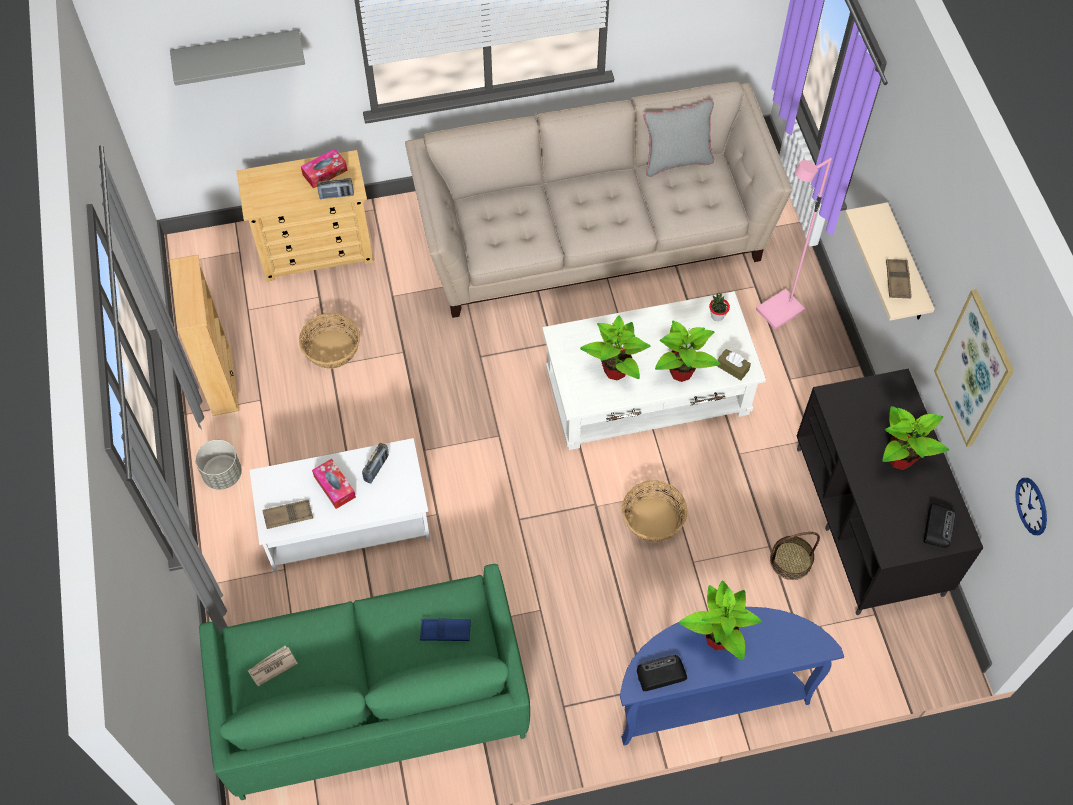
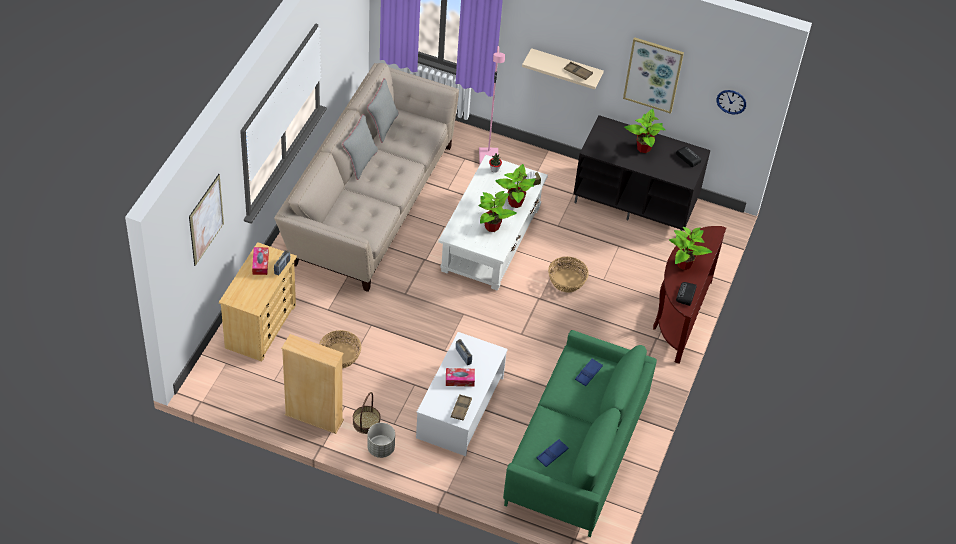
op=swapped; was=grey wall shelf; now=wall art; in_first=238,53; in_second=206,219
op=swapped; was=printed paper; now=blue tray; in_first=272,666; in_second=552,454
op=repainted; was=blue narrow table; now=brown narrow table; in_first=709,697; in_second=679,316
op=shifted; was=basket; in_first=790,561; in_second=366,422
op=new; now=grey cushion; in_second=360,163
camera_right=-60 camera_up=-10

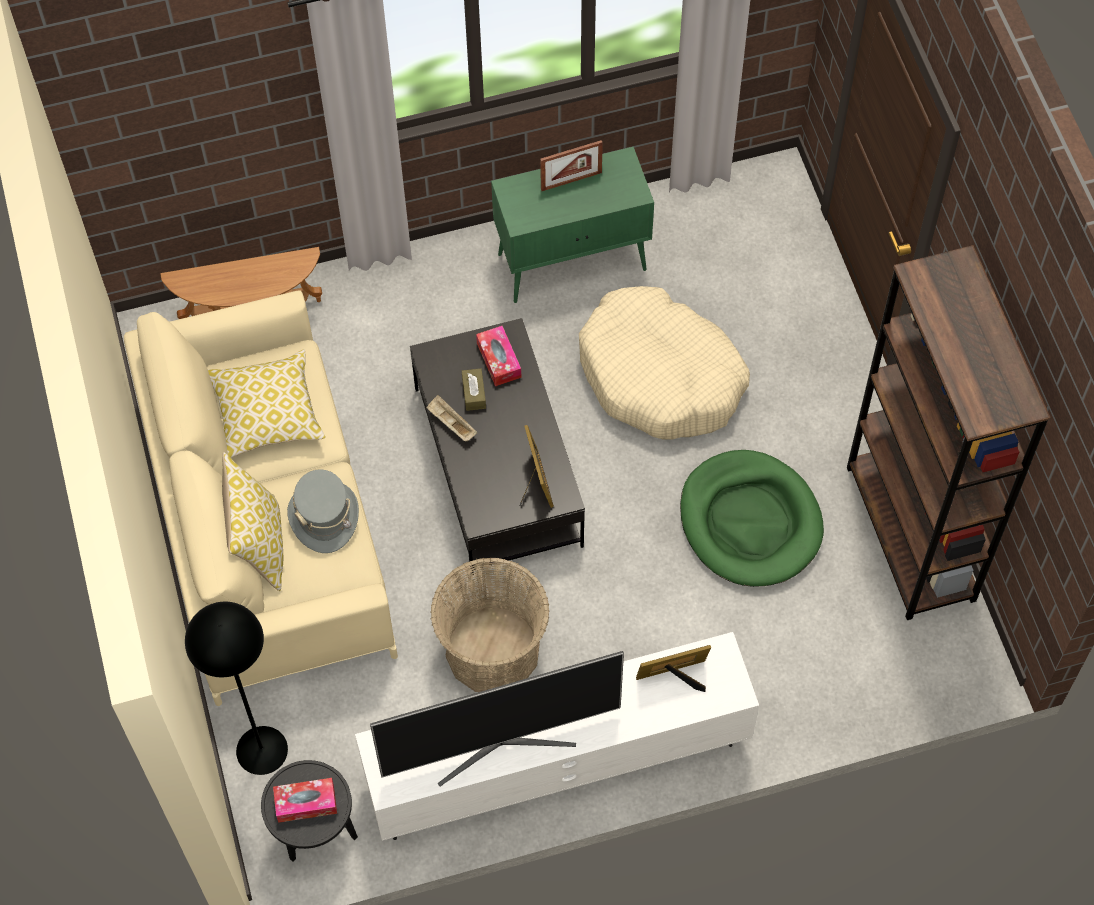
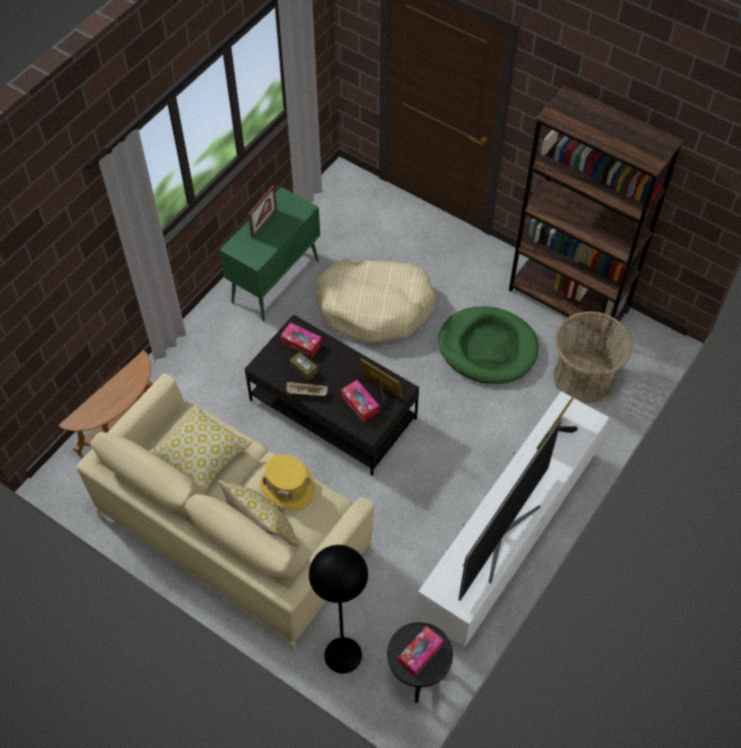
op=repainted; was=grey clothing hat; now=yellow clothing hat; in_first=324,517; in_second=287,487
op=shifted; was=basket; in_first=492,650; in_second=583,377
op=new; now=tissue box; in_second=360,404
camera_right=-40 camera_up=-5

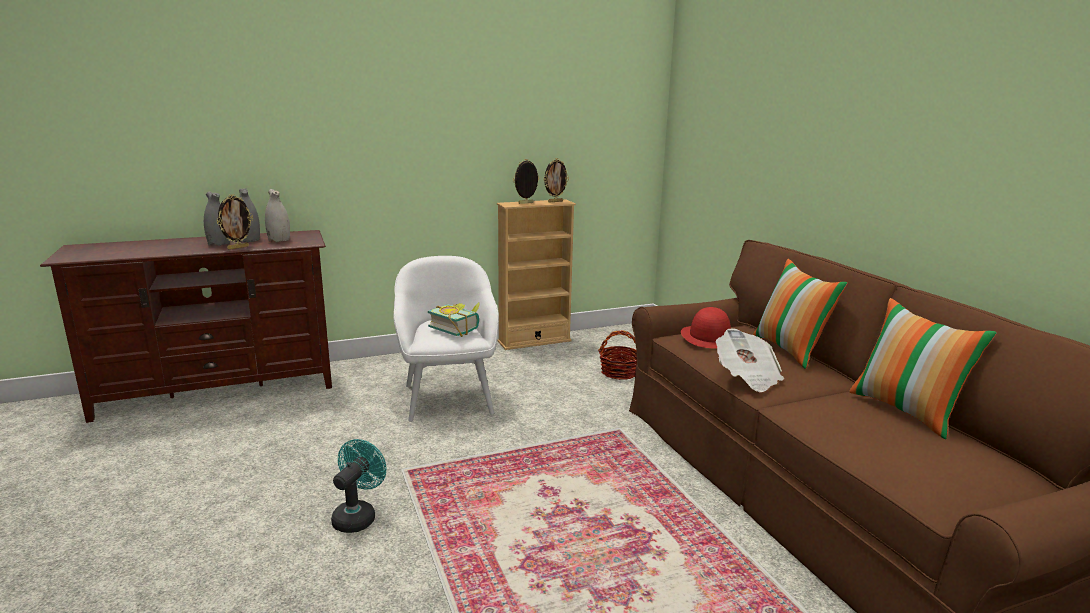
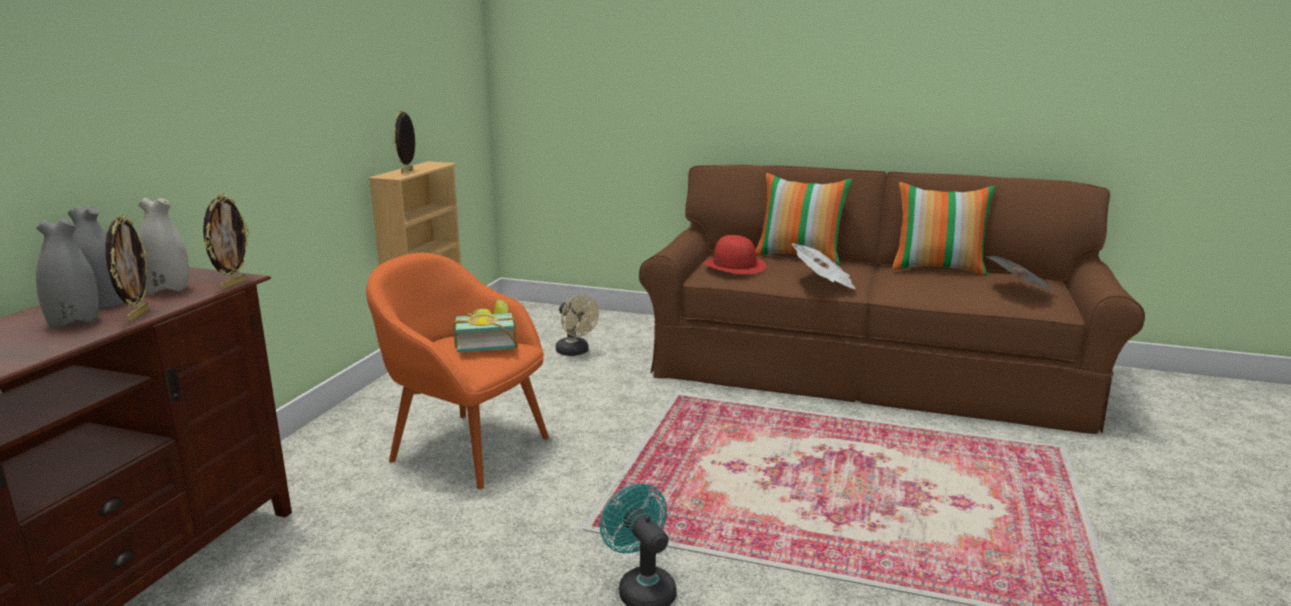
op=repainted; was=whitish lounge chair; now=orangey lounge chair; in_first=448,397; in_second=467,448
op=shifted; was=photo frame; in_first=555,201; in_second=233,284
op=swapped; was=basket; now=beige-coloured electric fan; in_first=619,372; in_second=575,352
op=new; now=printed paper; in_second=1020,291
camera_right=-50 camera_up=0

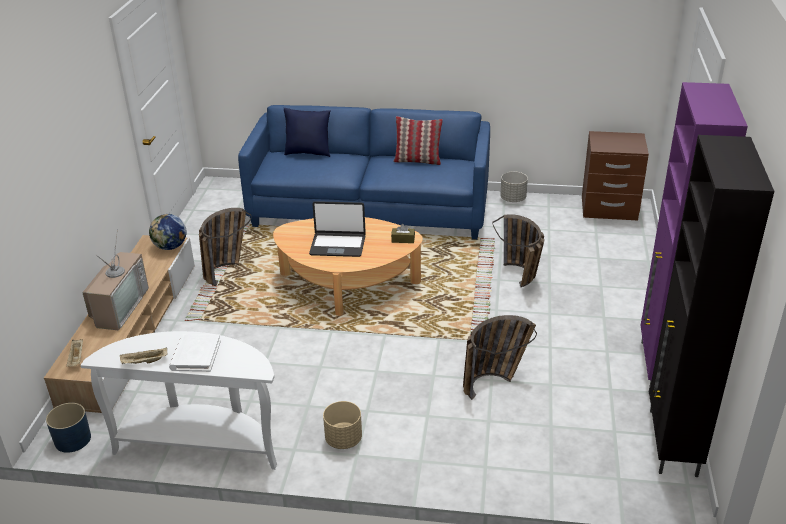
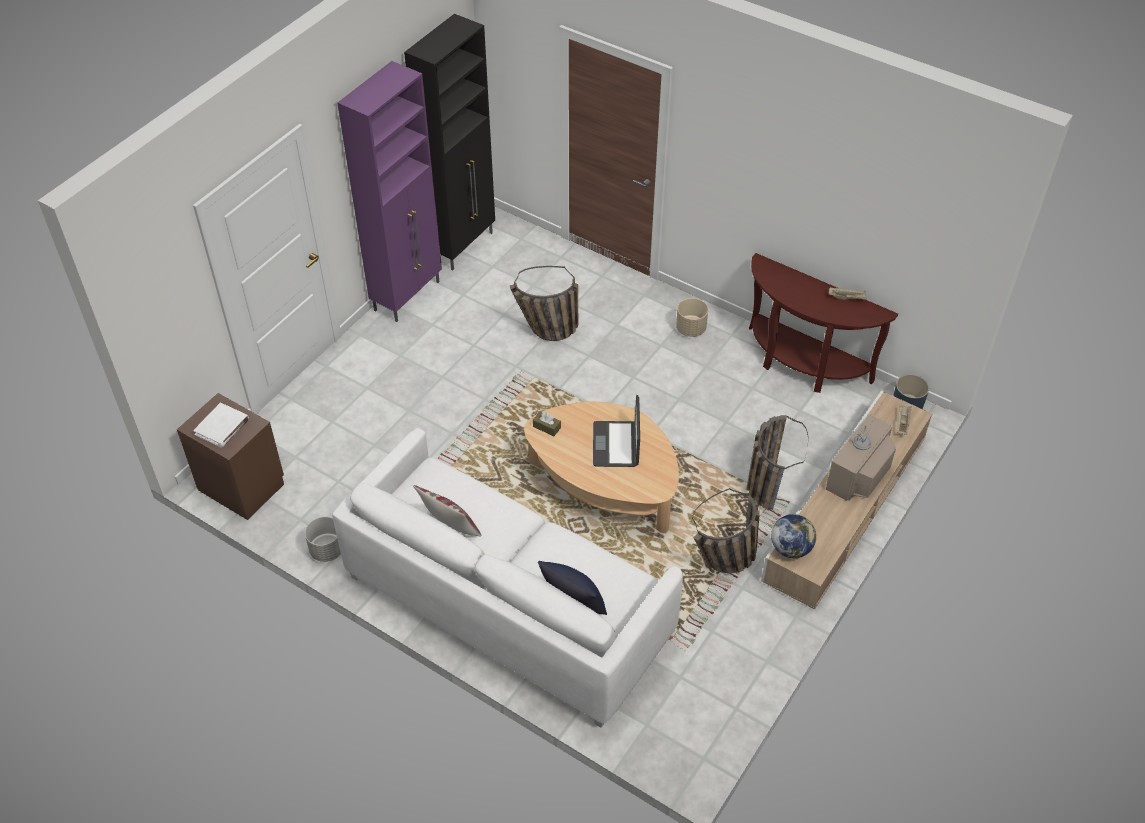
op=repainted; was=whitish narrow table; now=brown narrow table; in_first=201,443; in_second=802,364
op=shifted; was=whitish bound book; in_first=195,355; in_second=222,427
op=repainted; was=blue sofa; now=whitish sofa; in_first=370,209; in_second=508,605
op=rotated; was=portable computer; in_first=338,245; in_second=616,445; clockwise=-120
op=shifted; was=basket; in_first=522,280; in_second=766,482
camera_right=-155 camera_up=15

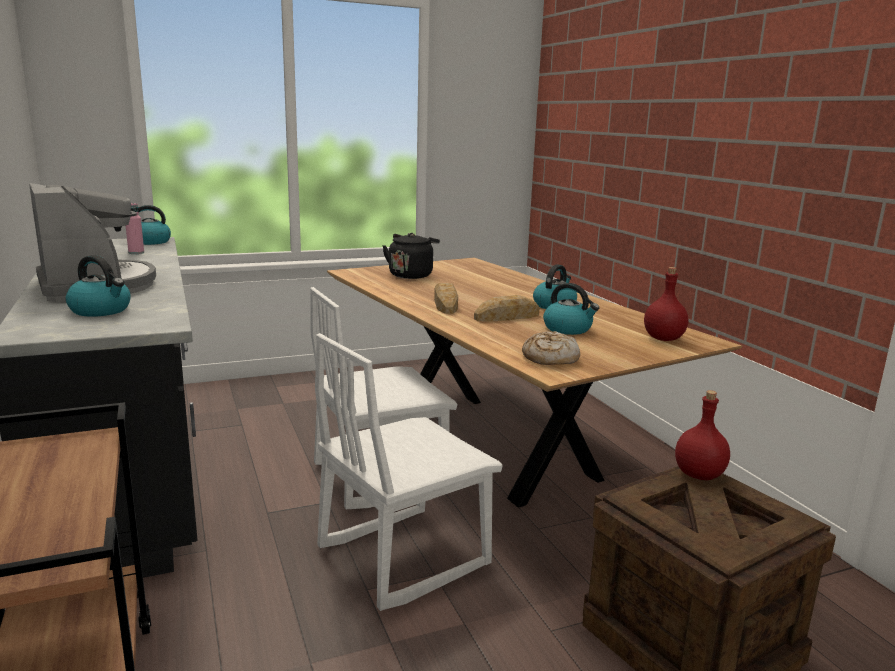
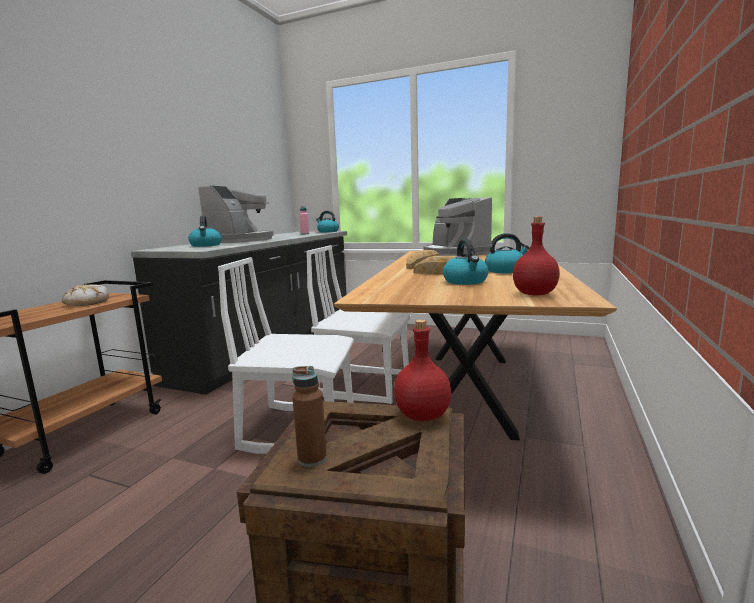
op=swapped; was=blackish kettle; now=coffee maker; in_first=411,275; in_second=454,253
op=shifted; was=bread; in_first=549,358; in_second=87,303
op=new; now=brown bottle; in_second=312,459
camera_right=45 camera_up=-5

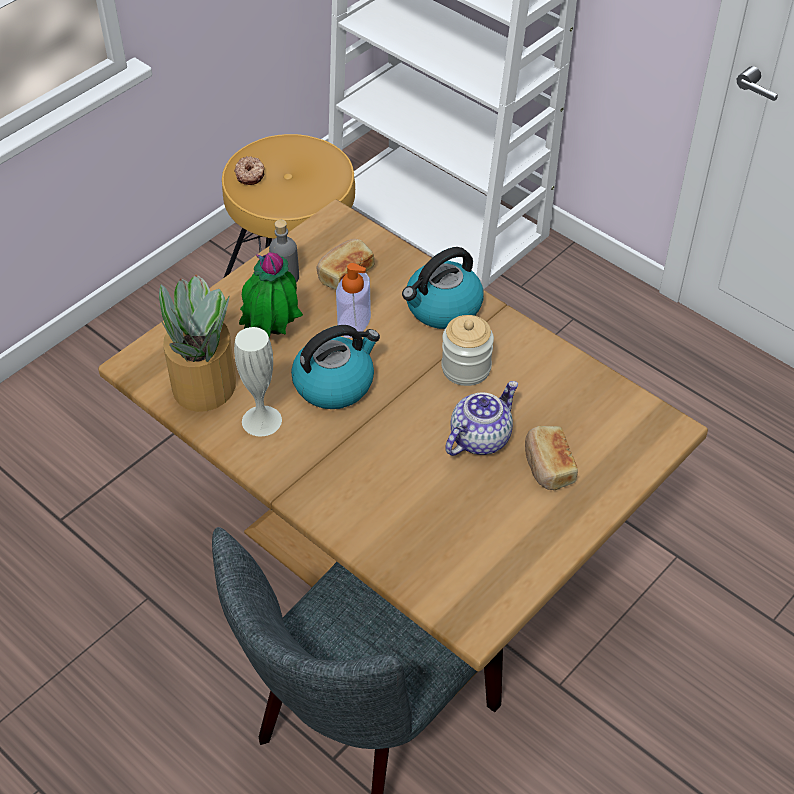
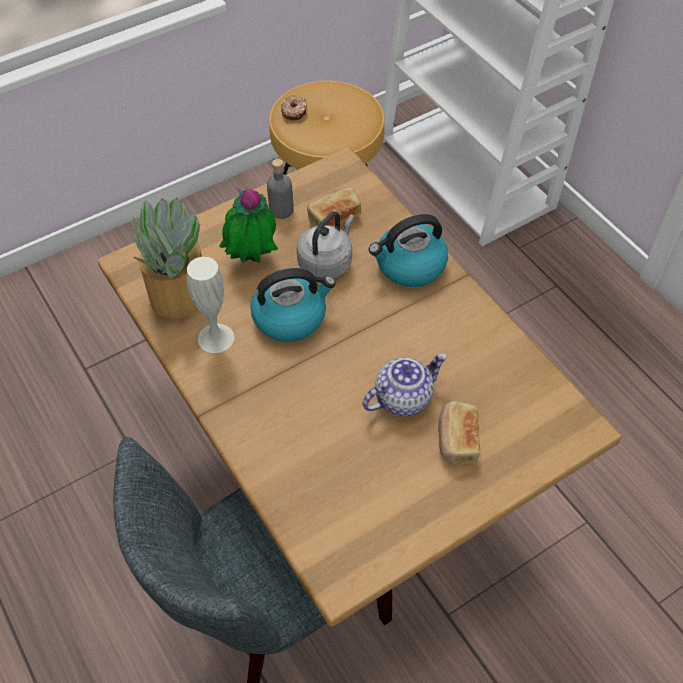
op=swapped; was=soap bottle; now=grey kettle; in_first=354,321; in_second=327,262
op=gone; was=jar; in_first=466,368
camera_right=15 camera_up=5

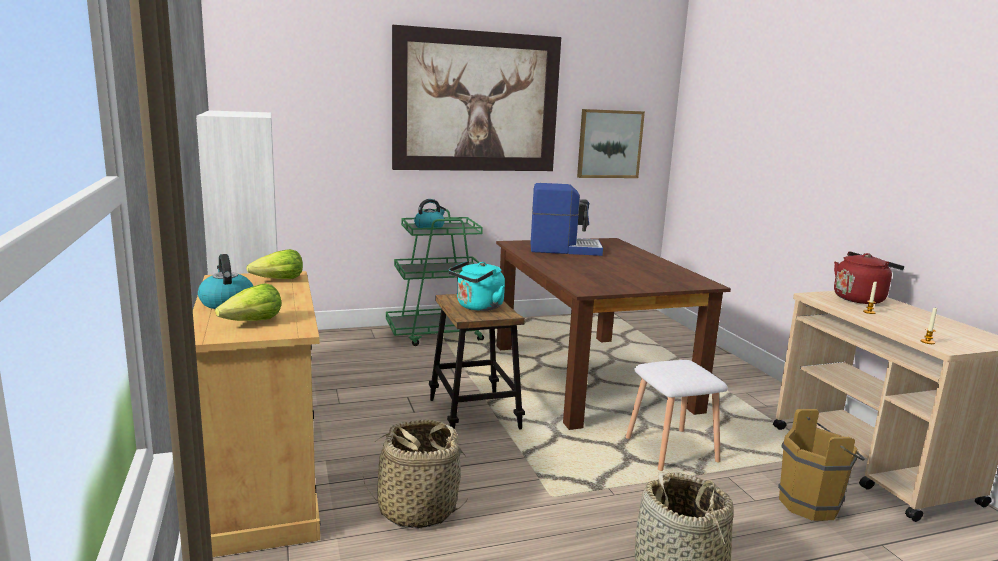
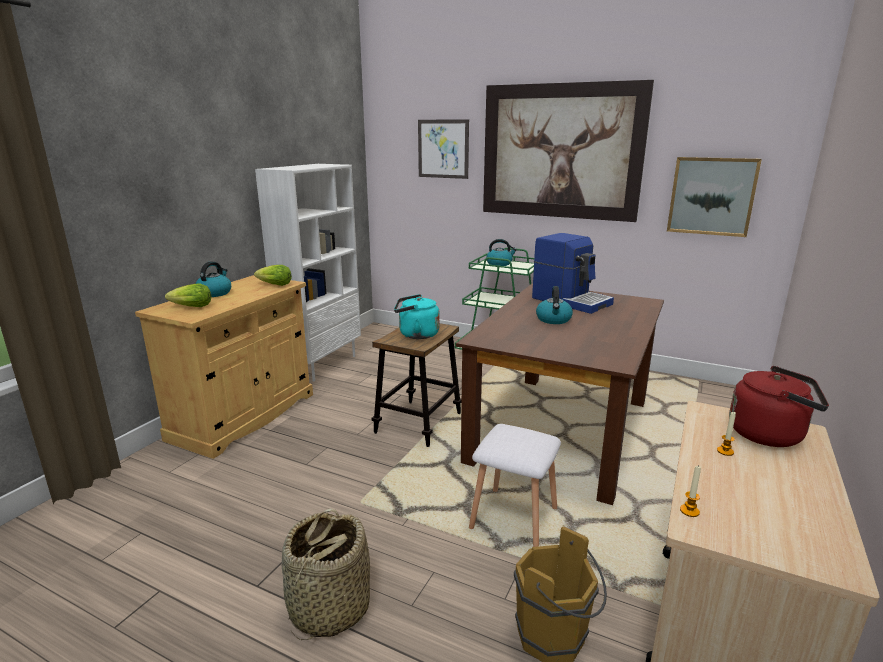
op=gone; was=basket; in_first=417,509
op=new; now=wall art; in_second=443,149
op=new; now=kettle; in_second=553,320
camera_right=45 camera_up=5

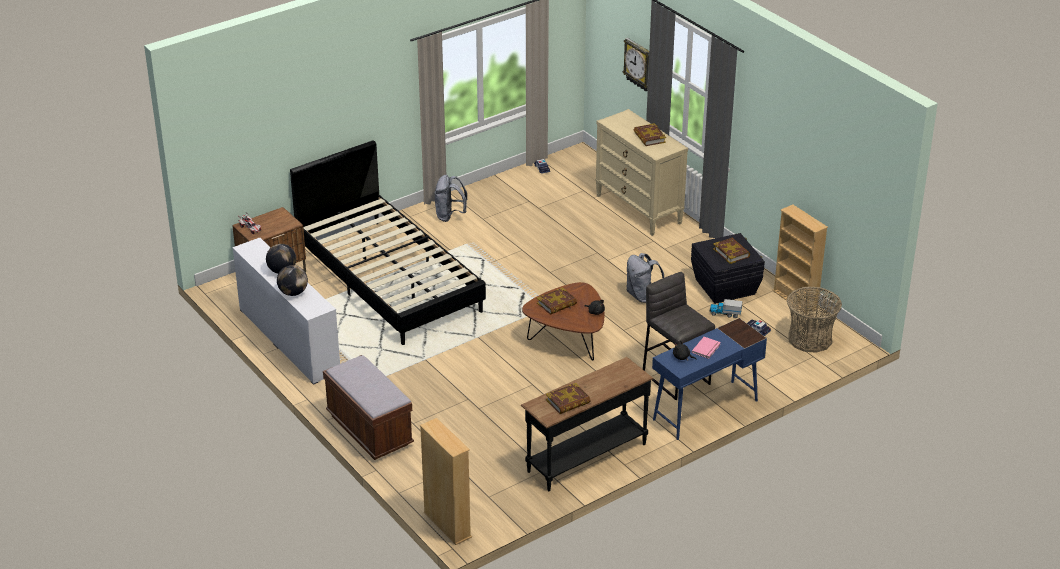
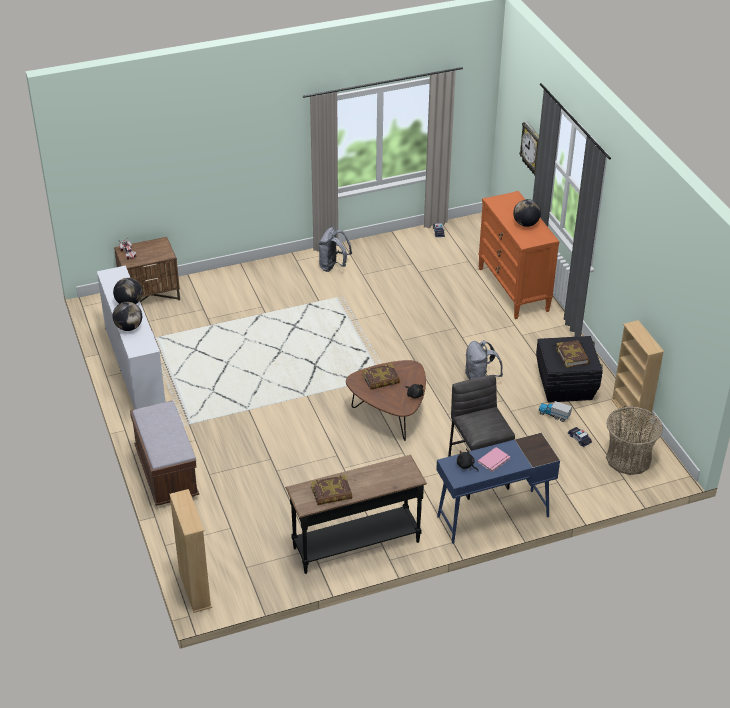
op=gone; was=blackish bedroom bed; in_first=389,280
op=repainted; was=beige-coloured dresser; now=orangey dresser; in_first=639,209; in_second=513,289
op=swapped; was=bound book; now=globe; in_first=649,137; in_second=525,224
camera_right=15 camera_up=5

